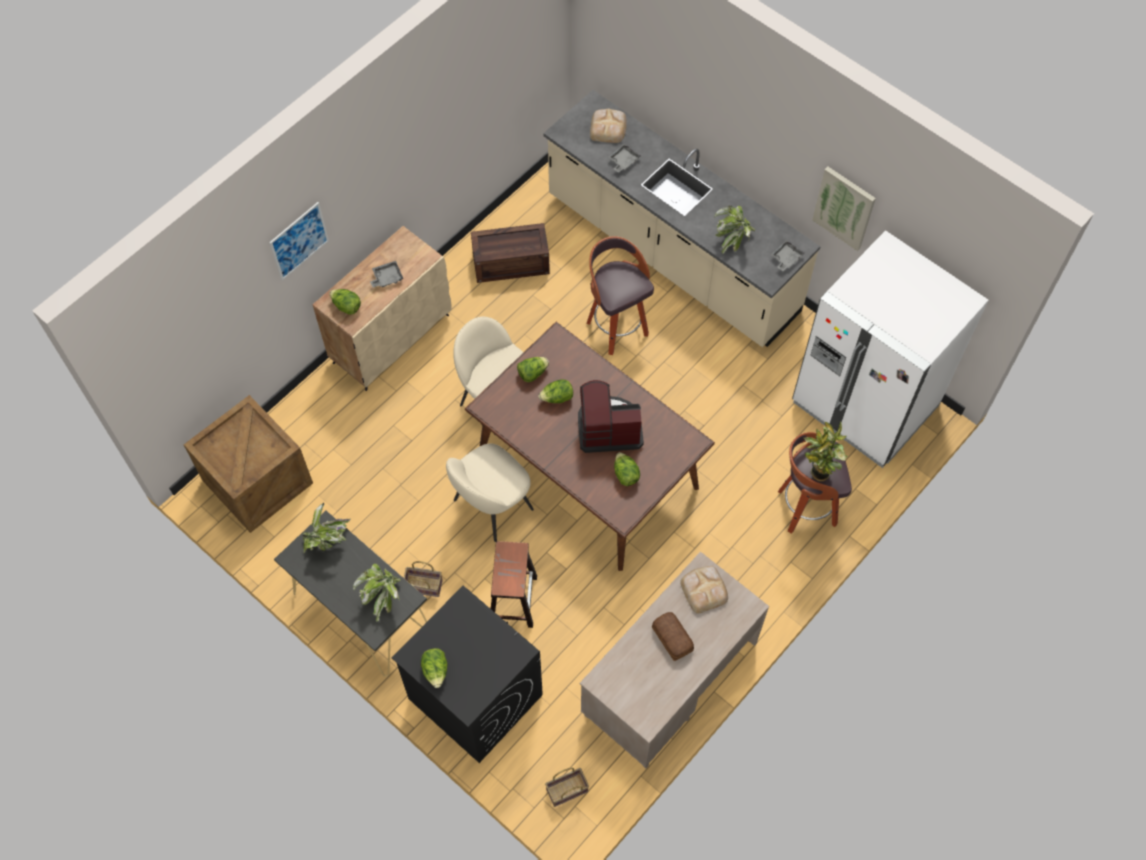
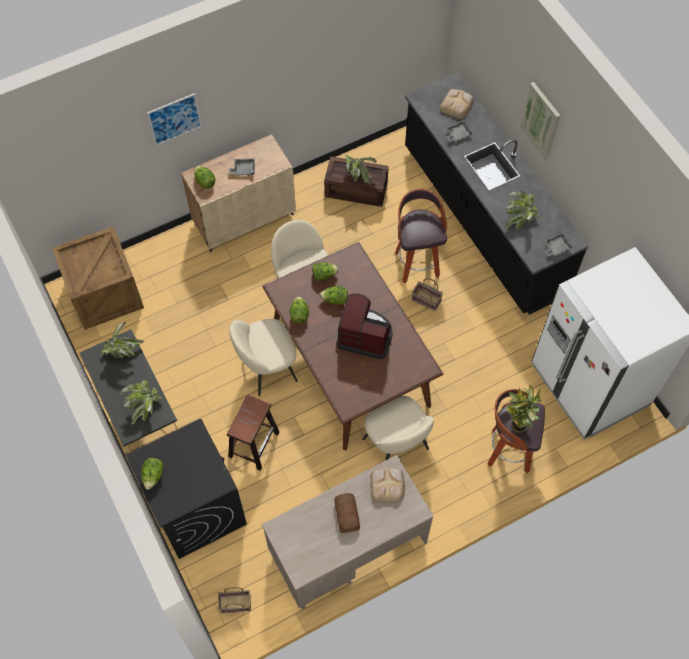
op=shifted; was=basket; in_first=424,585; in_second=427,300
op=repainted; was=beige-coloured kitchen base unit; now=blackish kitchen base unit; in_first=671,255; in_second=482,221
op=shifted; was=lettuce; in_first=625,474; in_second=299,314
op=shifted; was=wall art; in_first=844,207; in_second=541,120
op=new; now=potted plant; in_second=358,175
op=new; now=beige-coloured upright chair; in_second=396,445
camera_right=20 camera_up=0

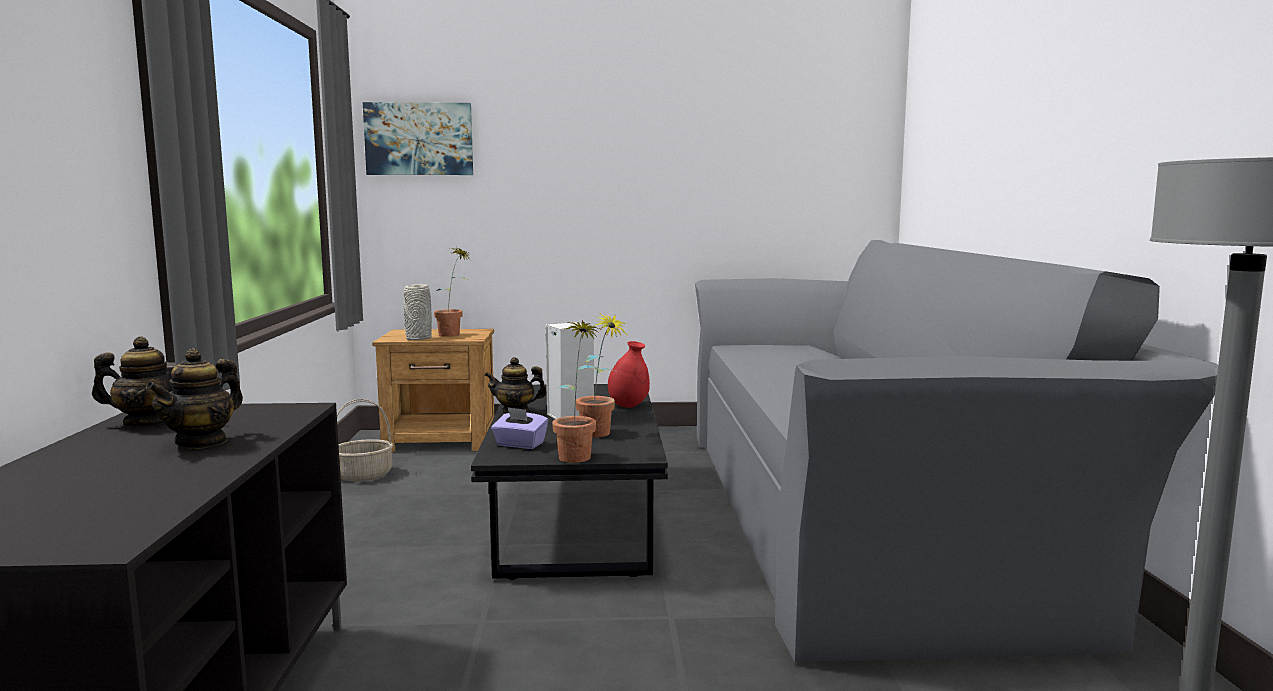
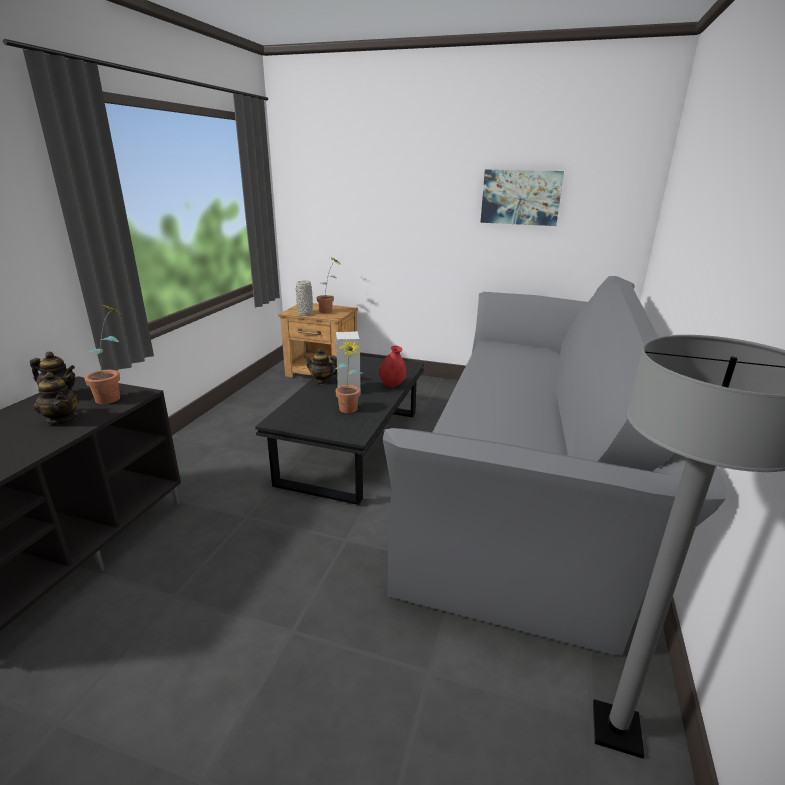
op=rotated; was=teapot; in_first=202,442; in_second=62,419; clockwise=-90
op=gone; was=basket; in_first=363,475
op=shifted; was=wall art; in_first=419,139; in_second=520,197
op=gone; was=purplish tissue box; in_first=520,444
op=shifted; was=potted plant; in_first=578,454; in_second=115,396
camera_right=20 camera_up=15

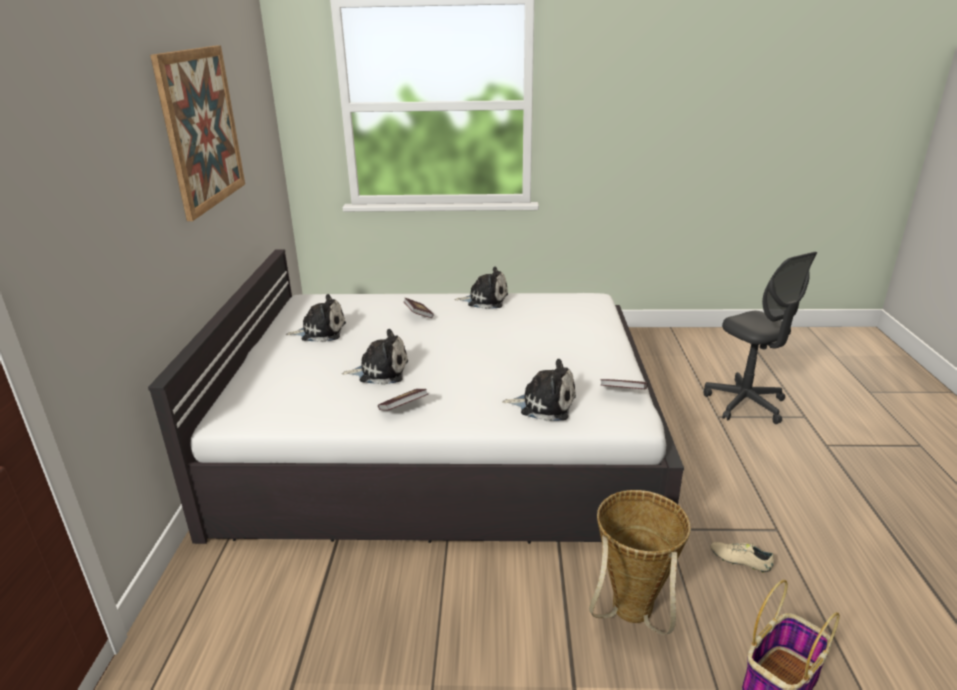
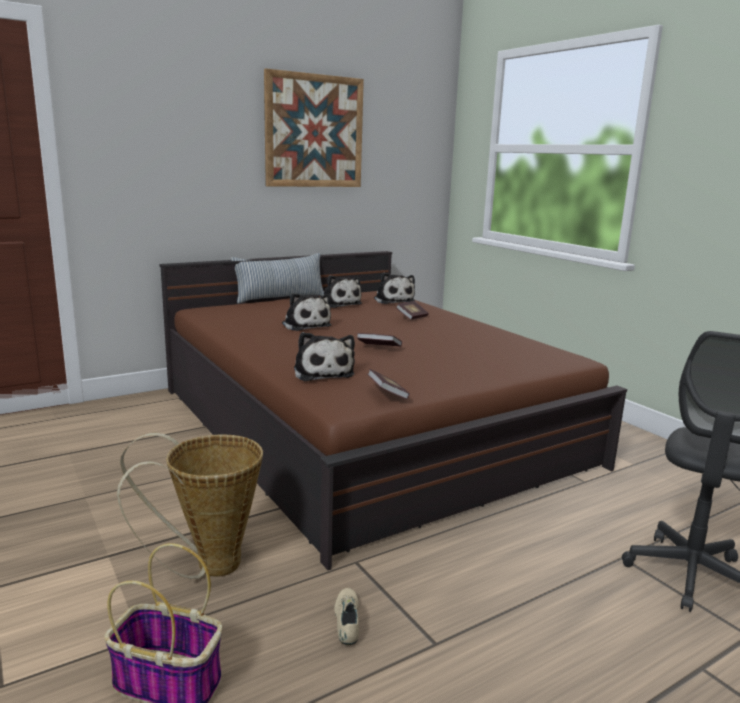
op=repainted; was=whitish bedroom bed; now=brown bedroom bed; in_first=441,438; in_second=364,425
op=shifted; was=bound book; in_first=403,408; in_second=379,348
op=shifted; was=soft toy; in_first=485,300; in_second=393,300
op=new; now=cushion; in_second=280,298
camera_right=55 camera_up=-10

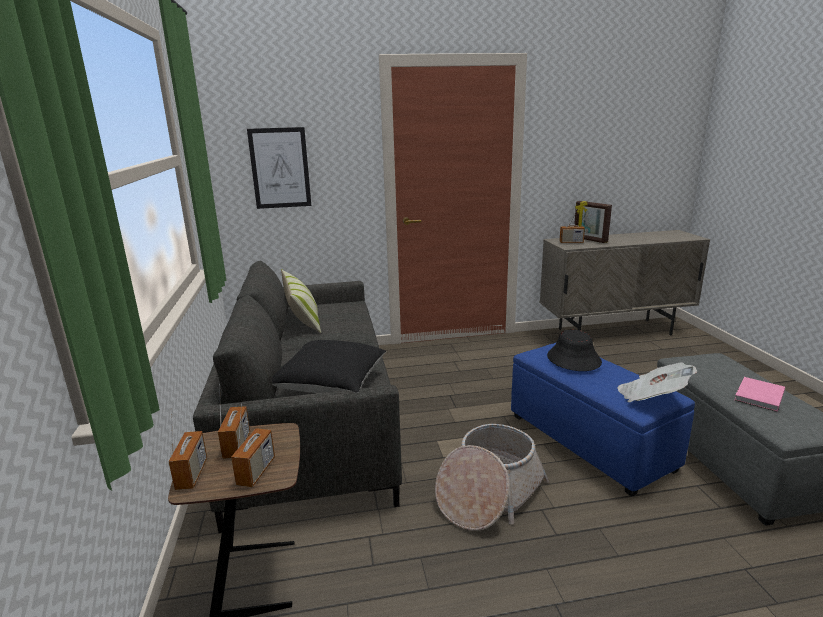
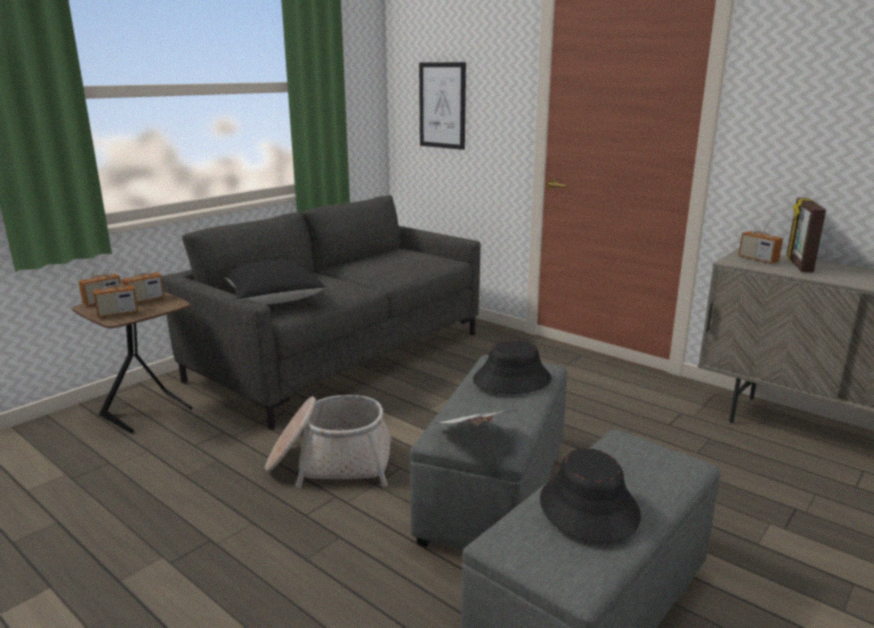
op=gone; was=cushion; in_first=302,317
op=repainted; was=blue pouffe; now=grey pouffe; in_first=590,442; in_second=494,492
op=swapped; was=pink-coloured bound book; now=blackish clothing hat; in_first=758,396; in_second=588,507
camera_right=50 camera_up=0

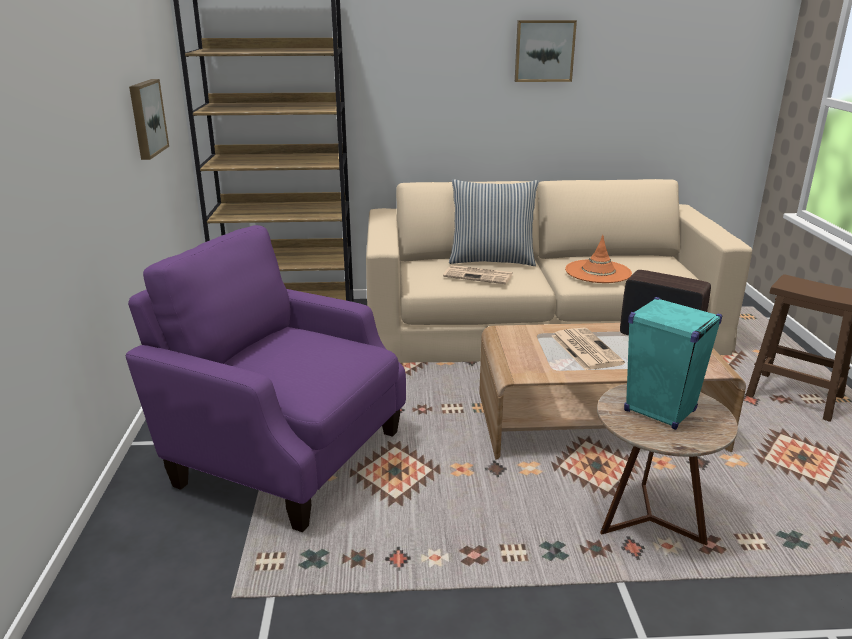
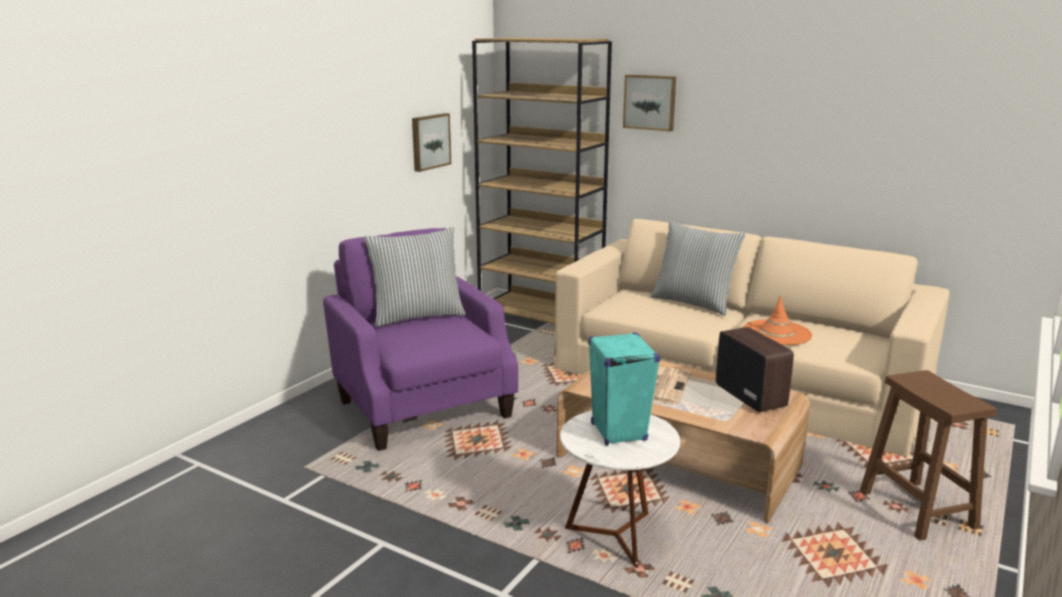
op=gone; was=printed paper; in_first=479,275
op=shifted; was=wall art; in_first=544,51; in_second=650,102
op=repainted; was=brown side table; now=whitish side table; in_first=648,520; in_second=615,536
op=new; now=cushion; in_second=417,316
camera_right=35 camera_up=-5

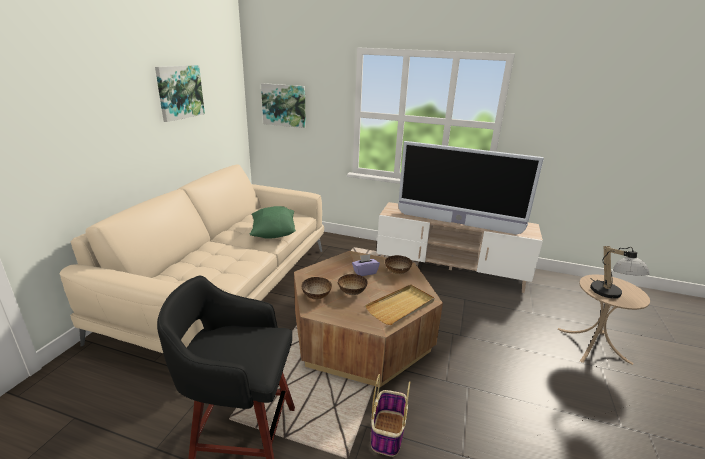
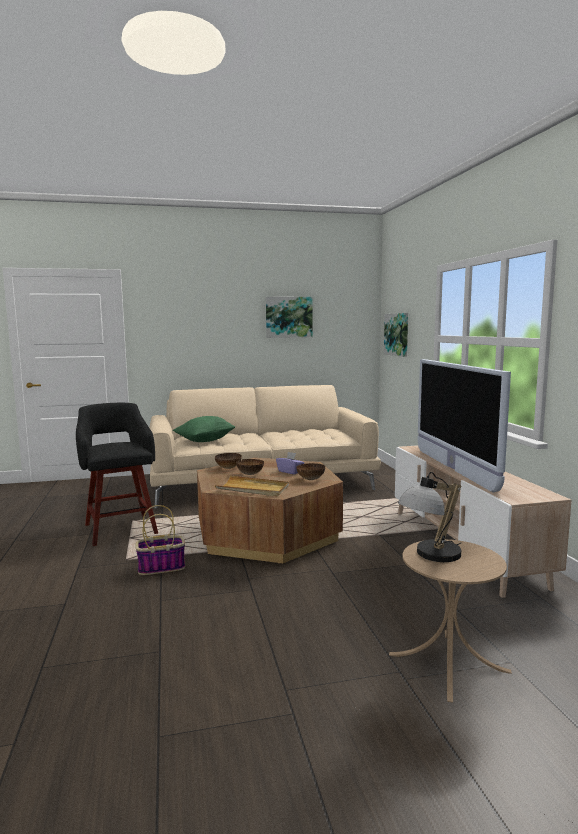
op=shifted; was=green cushion; in_first=273,233; in_second=205,441
camera_right=60 camera_up=-15

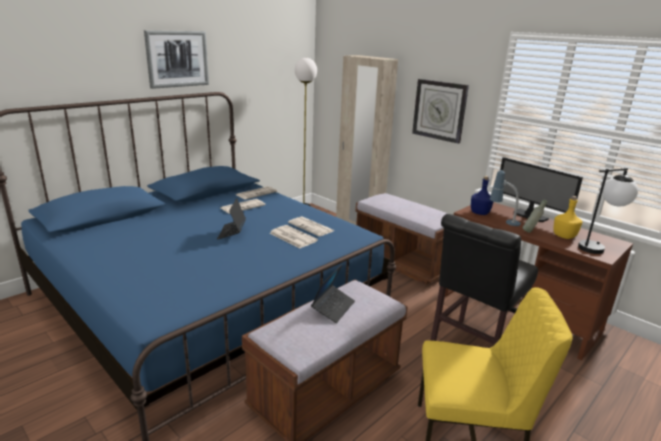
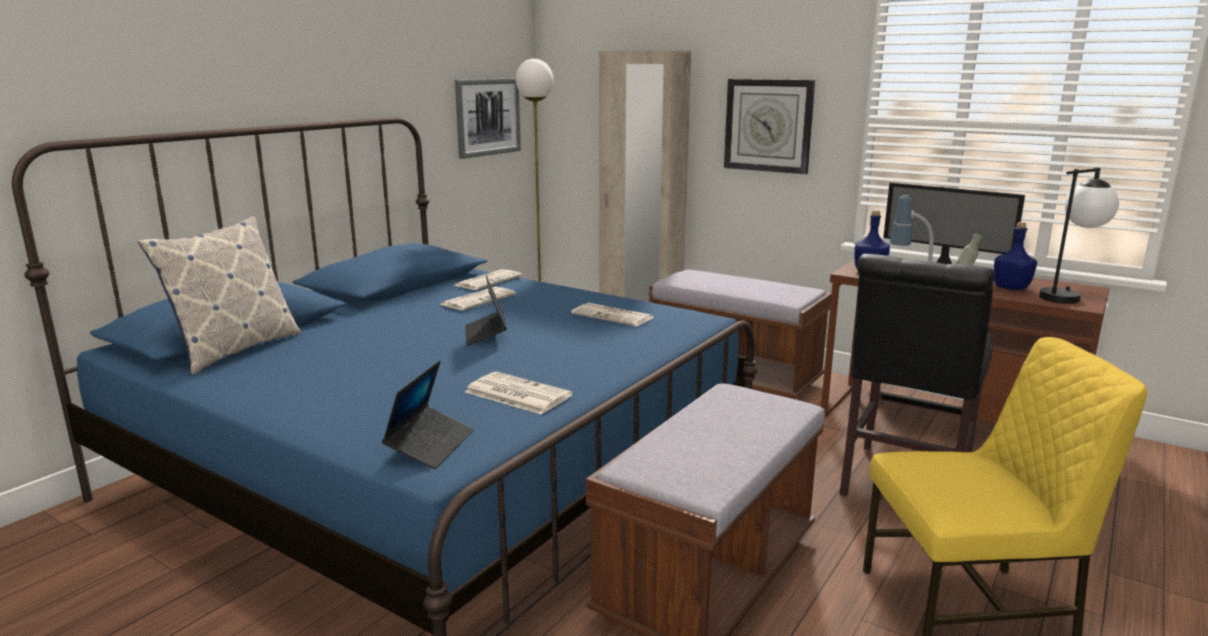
op=shifted; was=wall art; in_first=177,59; in_second=488,117
op=shifted; was=printed paper; in_first=292,237; in_second=516,394
op=shifted; was=portable computer; in_first=333,308; in_second=430,445
op=repainted; was=yellow bottle; now=blue bottle; in_first=564,236; in_second=1011,287
op=new; now=cushion; in_second=235,350
camera_right=-10 camera_up=-5

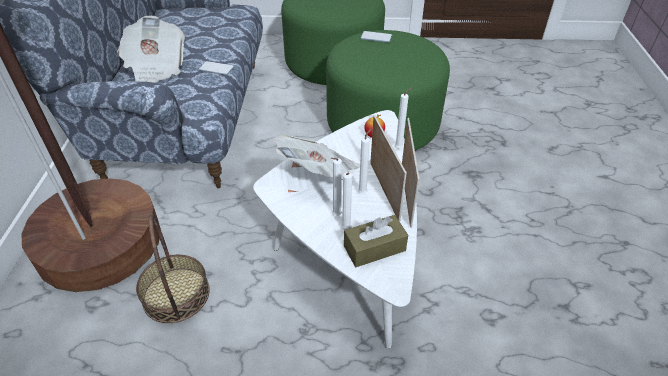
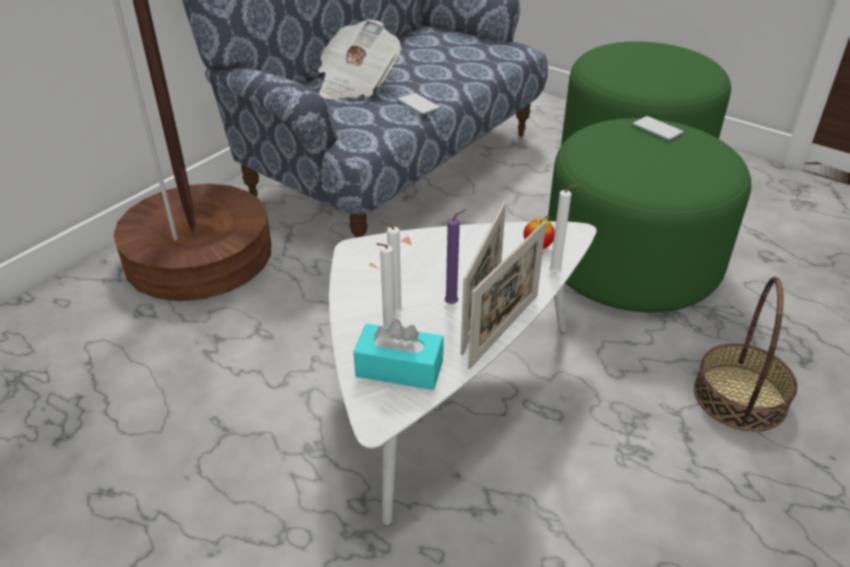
op=shifted; was=basket; in_first=176,294; in_second=740,397
op=gone; was=printed paper; in_first=319,174
op=repainted; was=brown tissue box; now=blue-green tissue box; in_first=374,248; in_second=399,368
op=repainted; was=whitish wax candle; now=purplish wax candle; in_first=363,192; in_second=453,303
camera_right=35 camera_up=-5

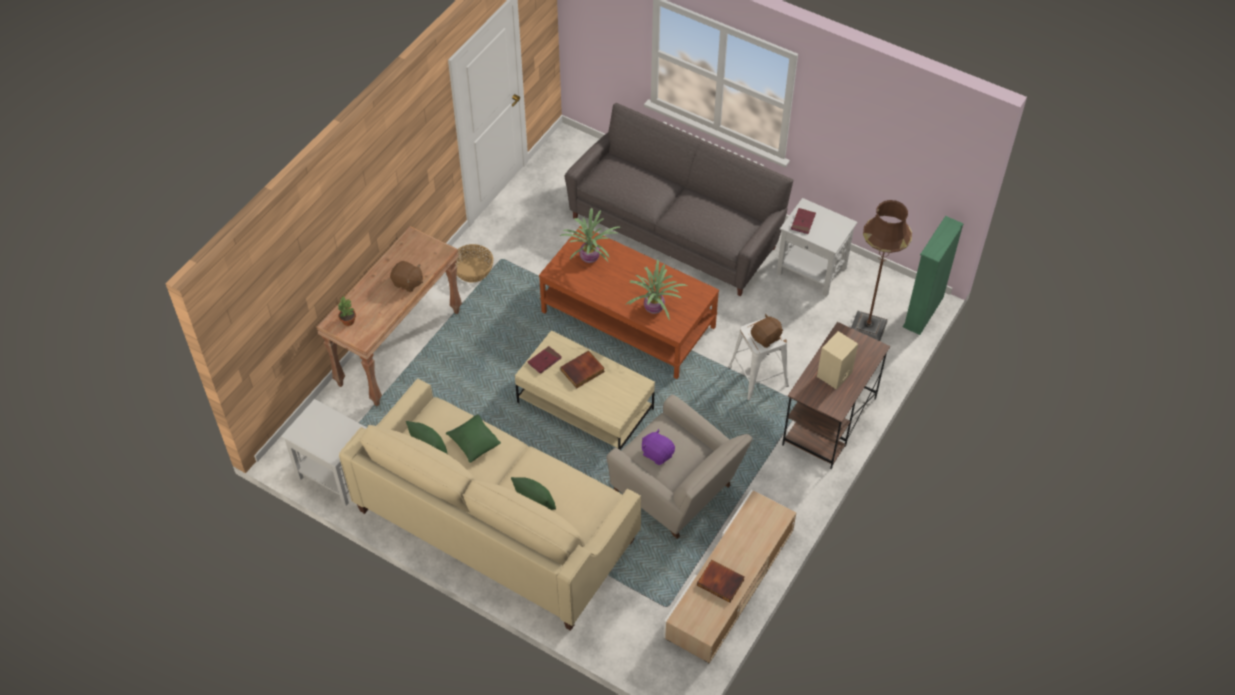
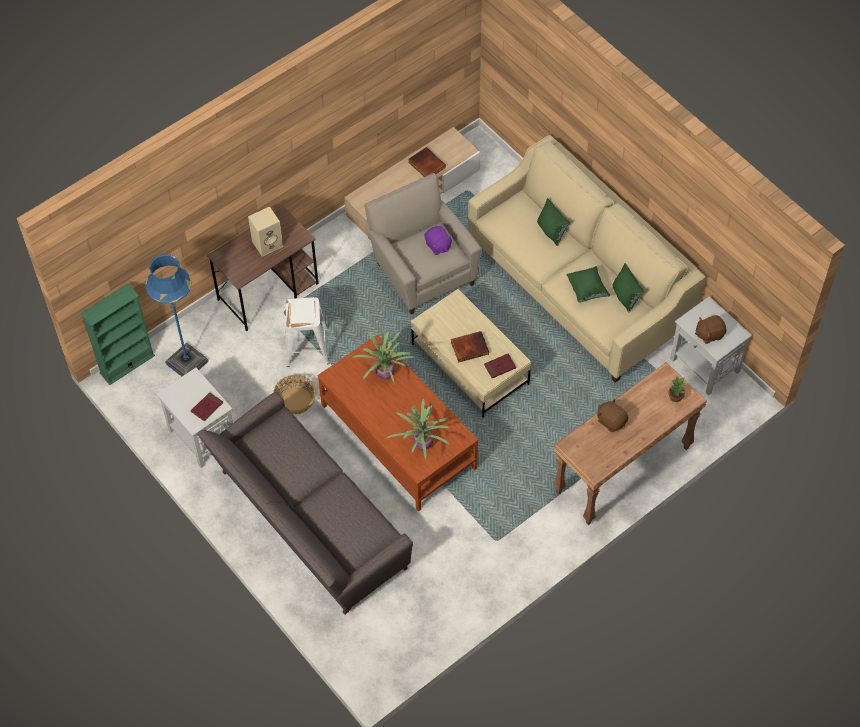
op=shifted; was=basket; in_first=473,270; in_second=295,401
op=shifted; was=brown soft toy; in_first=766,338; in_second=709,334
op=repainted; was=brown floor lamp; now=blue floor lamp; in_first=867,329; in_second=187,362
camera_right=-160 camera_up=5

